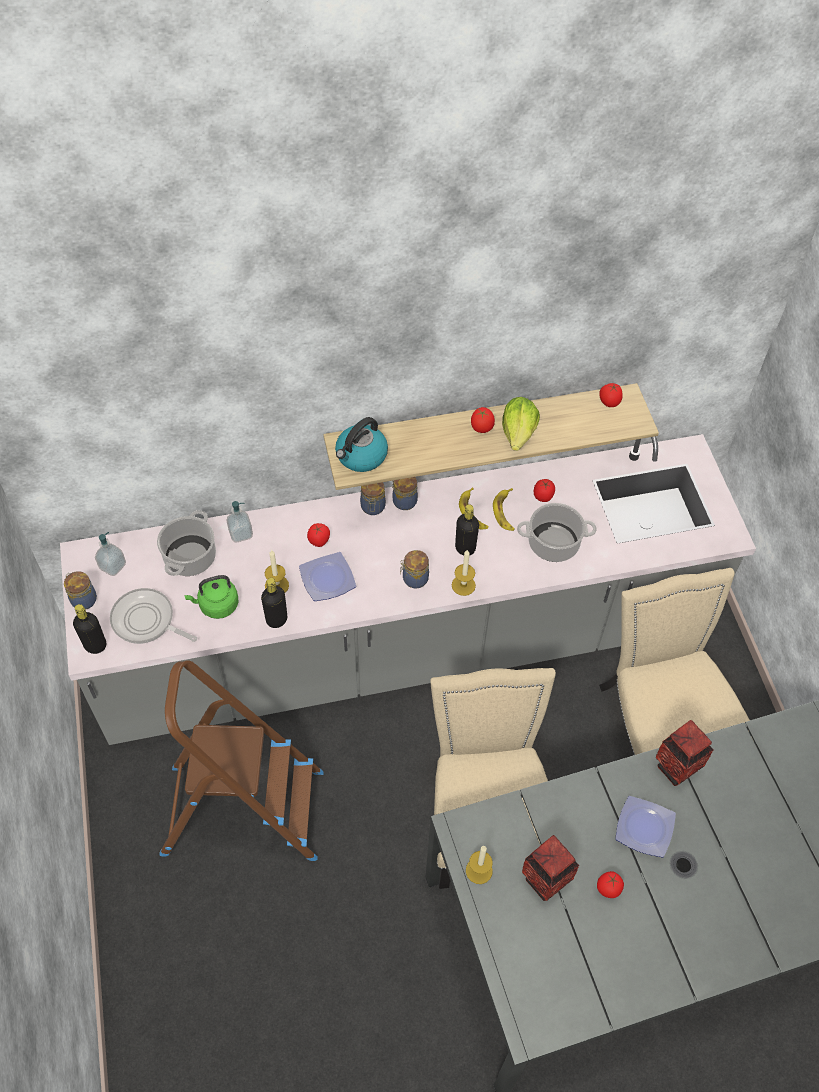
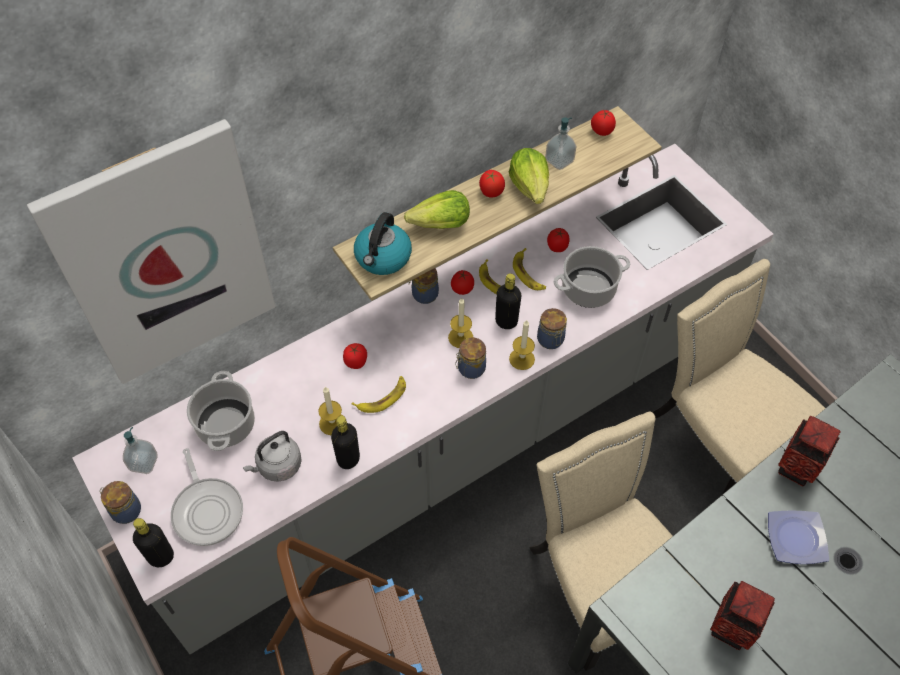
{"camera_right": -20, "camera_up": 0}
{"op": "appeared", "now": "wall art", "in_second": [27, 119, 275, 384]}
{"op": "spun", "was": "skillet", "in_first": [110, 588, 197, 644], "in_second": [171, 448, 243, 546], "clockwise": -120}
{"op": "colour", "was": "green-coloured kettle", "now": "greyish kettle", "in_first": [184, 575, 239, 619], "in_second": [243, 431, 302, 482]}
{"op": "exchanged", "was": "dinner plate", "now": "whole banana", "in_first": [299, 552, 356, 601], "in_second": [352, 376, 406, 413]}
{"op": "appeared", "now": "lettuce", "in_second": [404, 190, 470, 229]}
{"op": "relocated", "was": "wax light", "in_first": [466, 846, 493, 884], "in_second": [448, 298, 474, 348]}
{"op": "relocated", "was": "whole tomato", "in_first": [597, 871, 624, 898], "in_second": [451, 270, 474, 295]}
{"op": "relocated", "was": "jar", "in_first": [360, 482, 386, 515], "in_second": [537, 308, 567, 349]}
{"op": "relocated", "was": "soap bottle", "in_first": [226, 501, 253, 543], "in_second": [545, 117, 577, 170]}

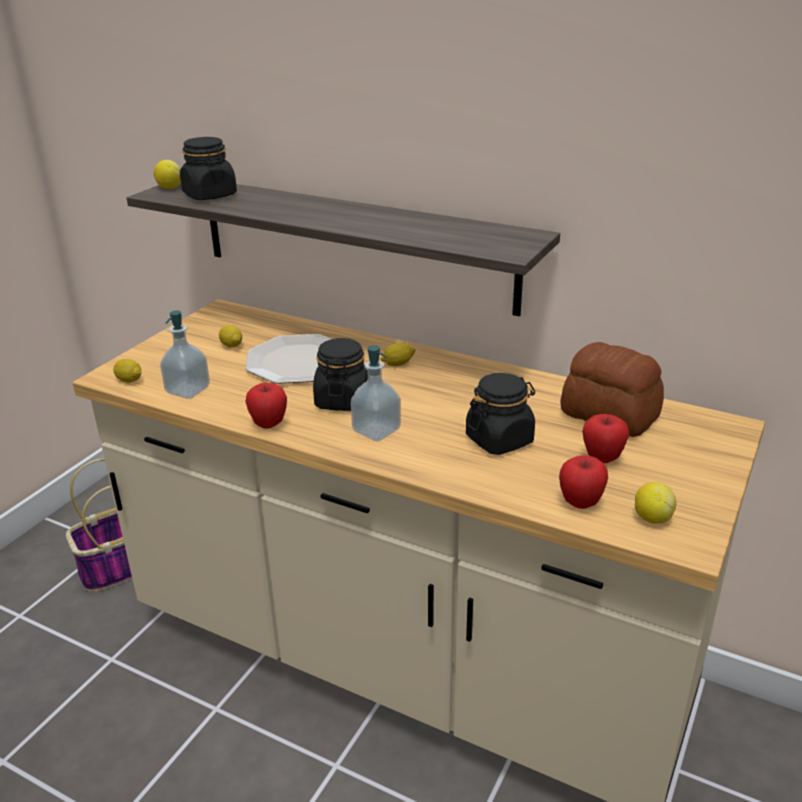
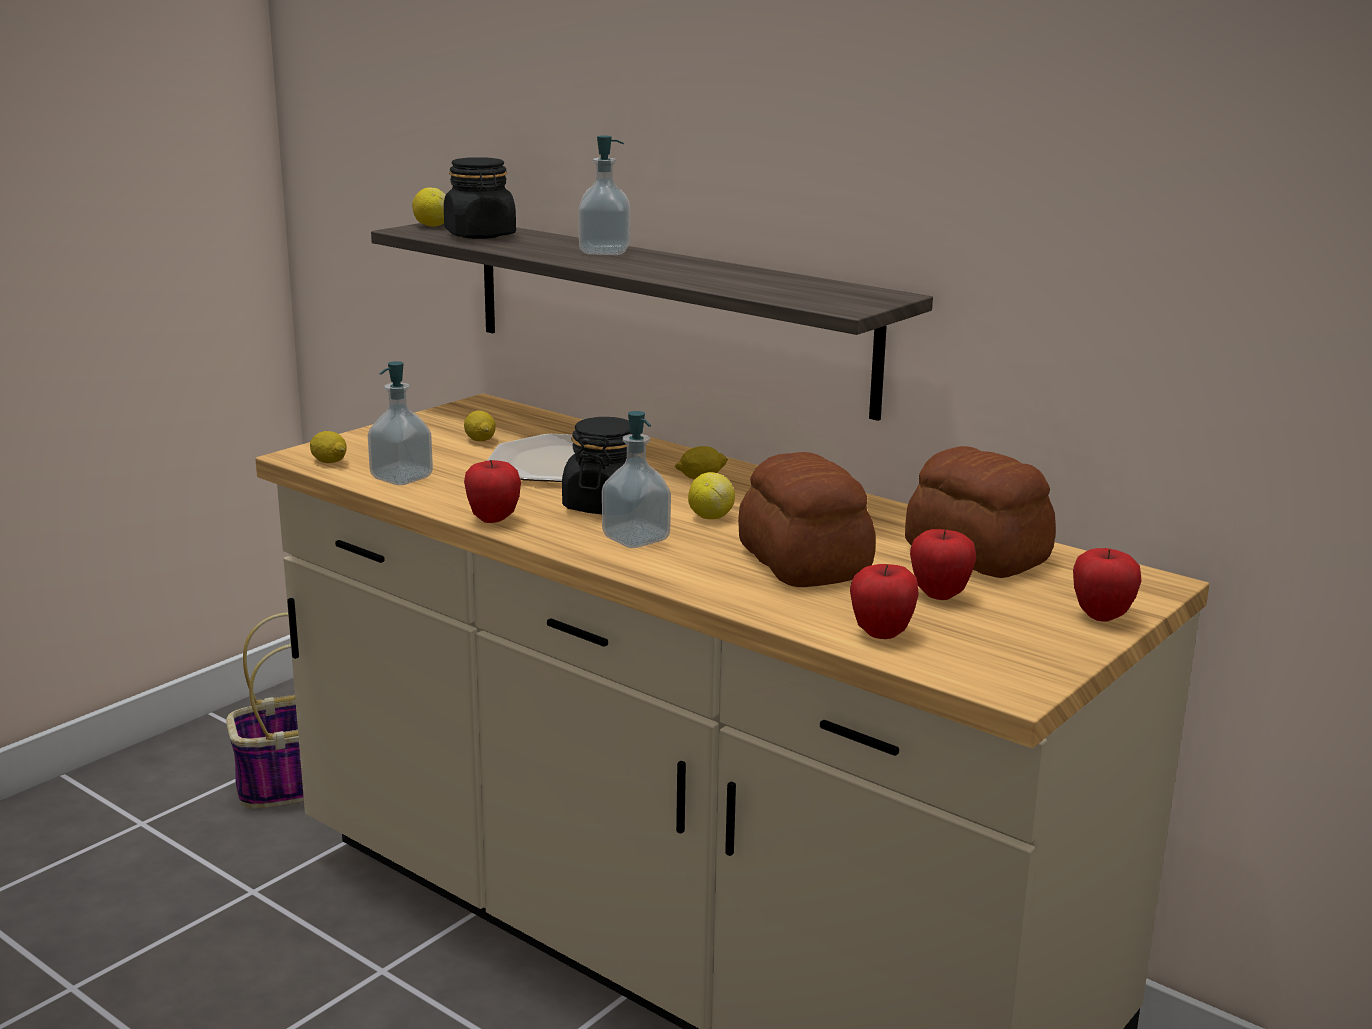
{"camera_right": 10, "camera_up": -10}
{"op": "appeared", "now": "soap bottle", "in_second": [579, 135, 630, 255]}
{"op": "relocated", "was": "whole lemon", "in_first": [635, 482, 677, 524], "in_second": [688, 472, 735, 519]}
{"op": "exchanged", "was": "black jar", "now": "baked bread", "in_first": [466, 373, 535, 455], "in_second": [738, 452, 876, 587]}
{"op": "appeared", "now": "apple", "in_second": [1073, 548, 1141, 622]}

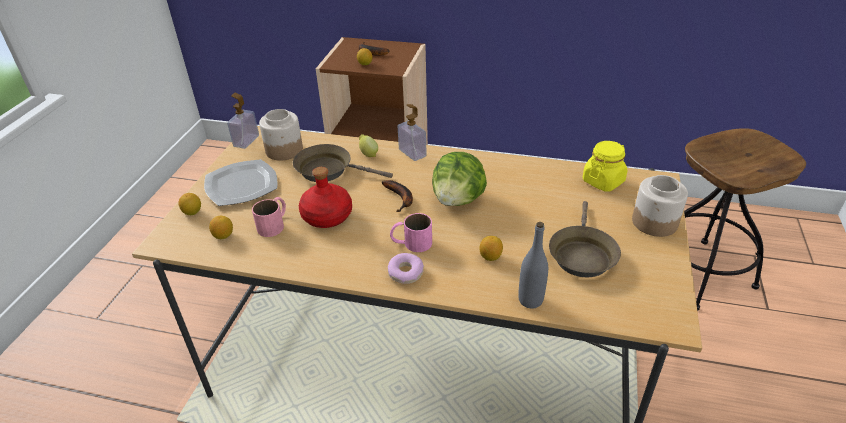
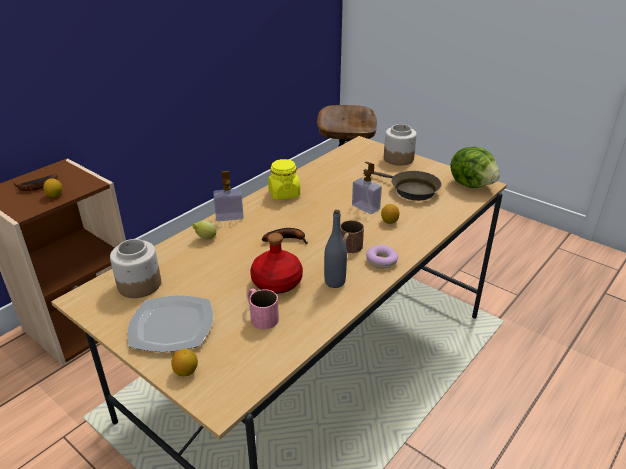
{"camera_right": -65, "camera_up": -5}
{"op": "relocated", "was": "yellowish jar", "in_first": [583, 141, 627, 192], "in_second": [268, 159, 300, 200]}
{"op": "relocated", "was": "greyish bottle", "in_first": [518, 222, 548, 309], "in_second": [324, 210, 347, 288]}
{"op": "colour", "was": "pinkish coffee mug", "now": "brownish coffee mug", "in_first": [390, 213, 432, 252], "in_second": [340, 220, 364, 253]}
{"op": "relocated", "was": "soap bottle", "in_first": [227, 93, 259, 149], "in_second": [352, 162, 382, 214]}
{"op": "relocated", "was": "lettuce", "in_first": [432, 152, 487, 206], "in_second": [450, 147, 500, 188]}
{"op": "missing", "was": "whole lemon", "in_first": [209, 216, 233, 239]}
{"op": "missing", "was": "brownish skillet", "in_first": [293, 144, 393, 182]}

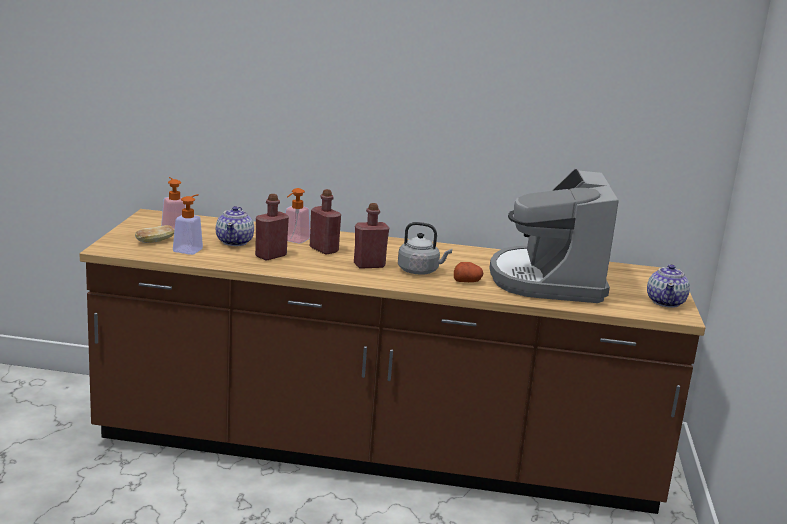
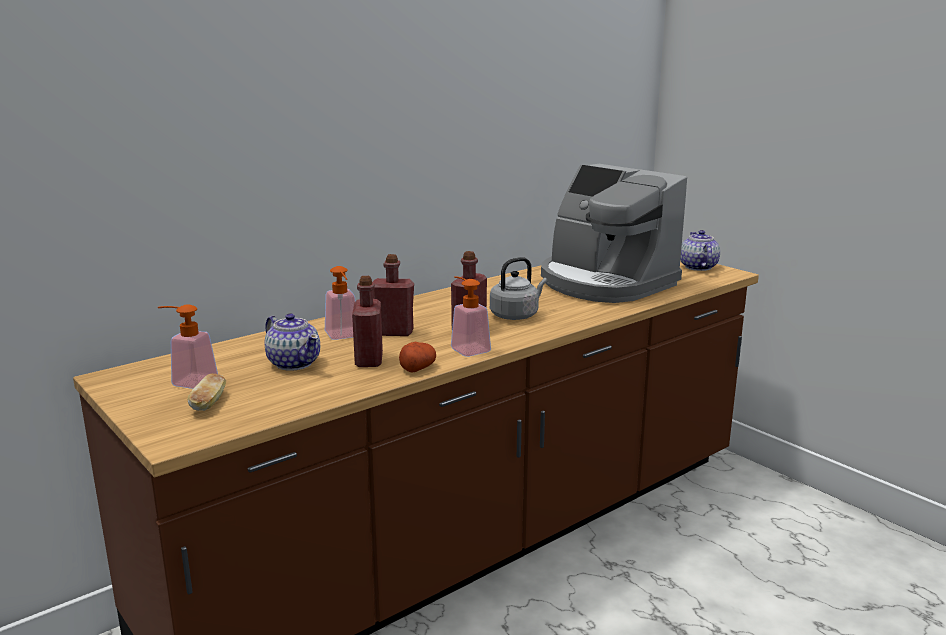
{"camera_right": -45, "camera_up": 0}
{"op": "relocated", "was": "spud", "in_first": [454, 262, 483, 282], "in_second": [399, 342, 436, 373]}
{"op": "relocated", "was": "soap bottle", "in_first": [173, 194, 203, 255], "in_second": [451, 276, 491, 357]}
{"op": "spun", "was": "teapot", "in_first": [647, 264, 690, 308], "in_second": [680, 230, 720, 271], "clockwise": -150}

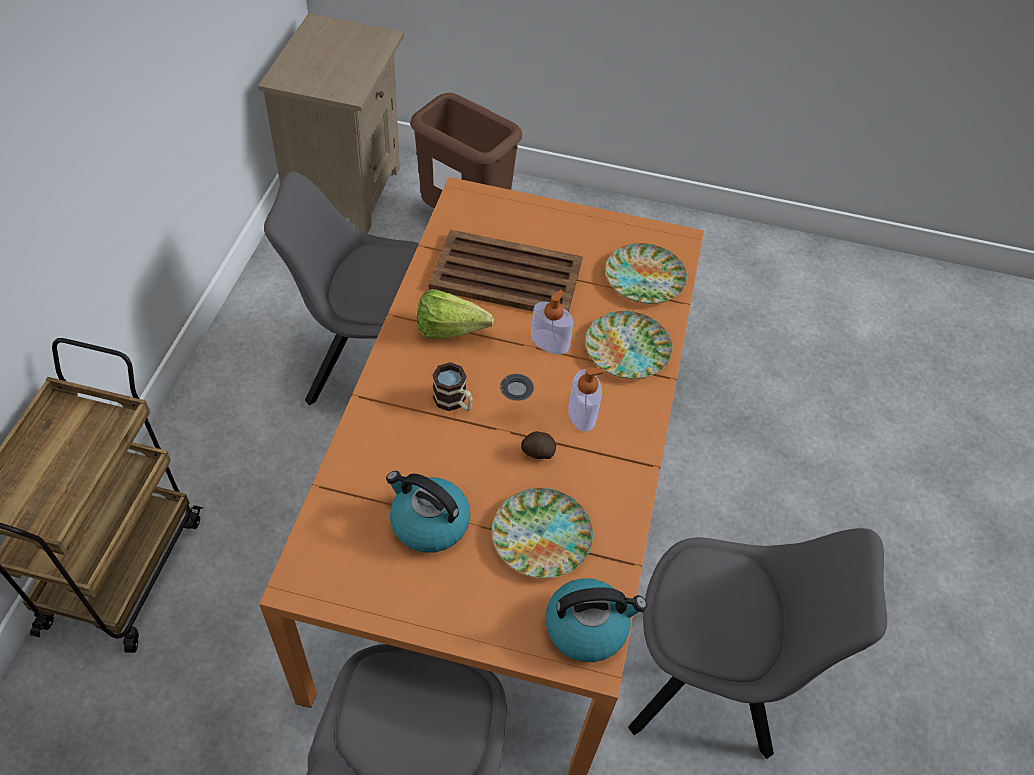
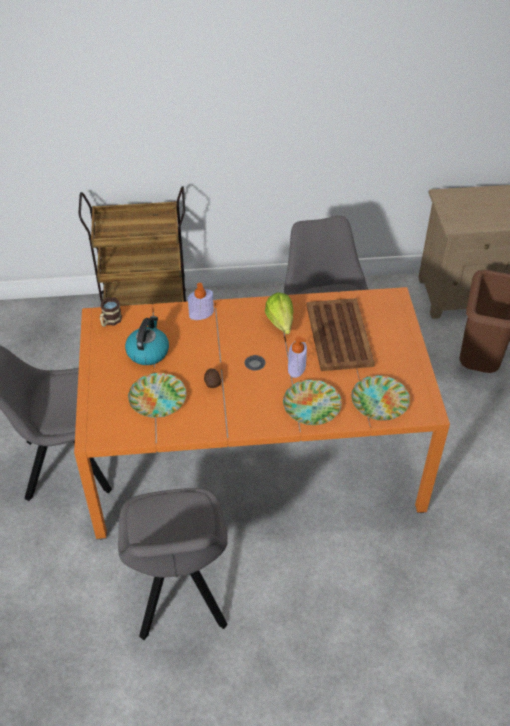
{"camera_right": 75, "camera_up": -5}
{"op": "relocated", "was": "coffee mug", "in_first": [433, 362, 473, 411], "in_second": [100, 297, 122, 327]}
{"op": "relocated", "was": "soap bottle", "in_first": [568, 367, 604, 432], "in_second": [188, 283, 214, 320]}
{"op": "missing", "was": "kettle", "in_first": [546, 578, 647, 662]}

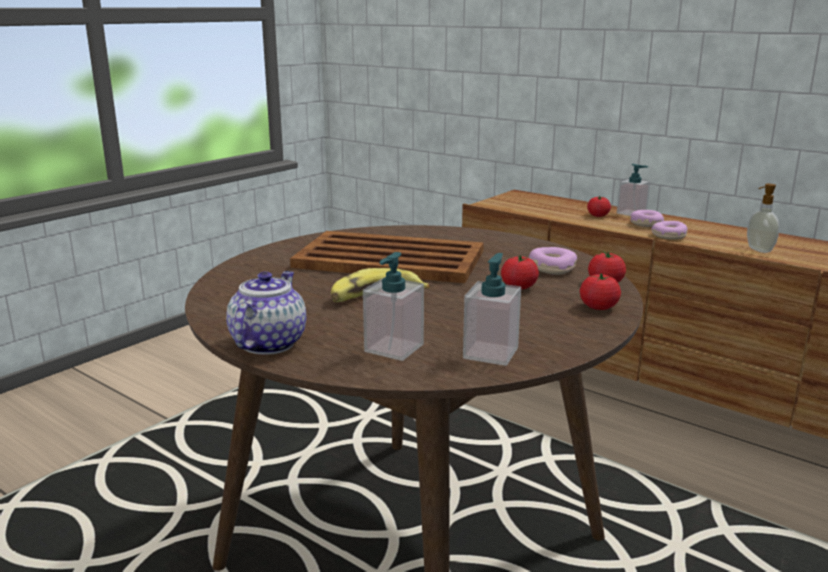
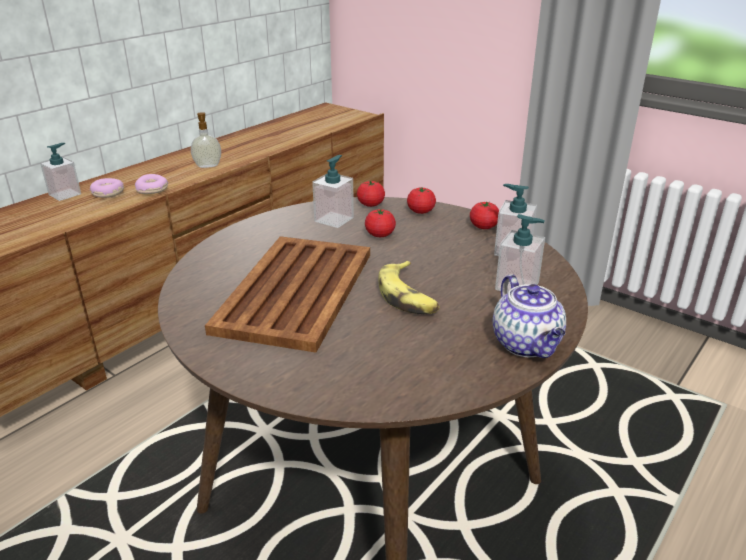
{"camera_right": -90, "camera_up": 10}
{"op": "exchanged", "was": "doughnut", "now": "soap bottle", "in_first": [529, 247, 577, 275], "in_second": [312, 155, 354, 228]}
{"op": "relocated", "was": "whole tomato", "in_first": [587, 196, 611, 217], "in_second": [470, 202, 499, 229]}
{"op": "spun", "was": "teapot", "in_first": [226, 271, 306, 355], "in_second": [493, 274, 566, 358], "clockwise": -120}

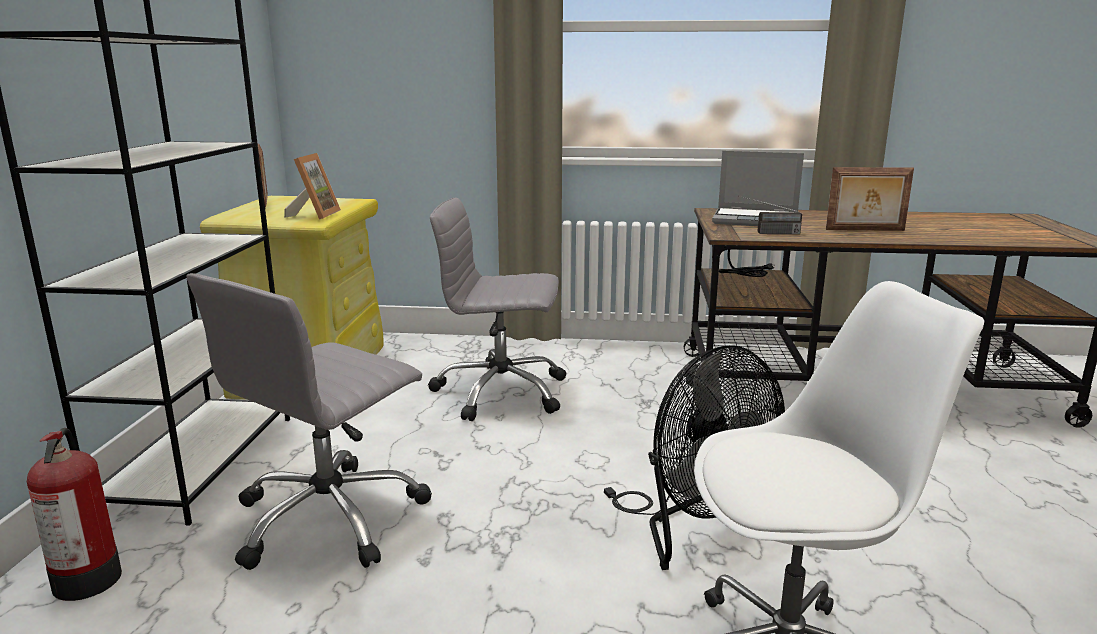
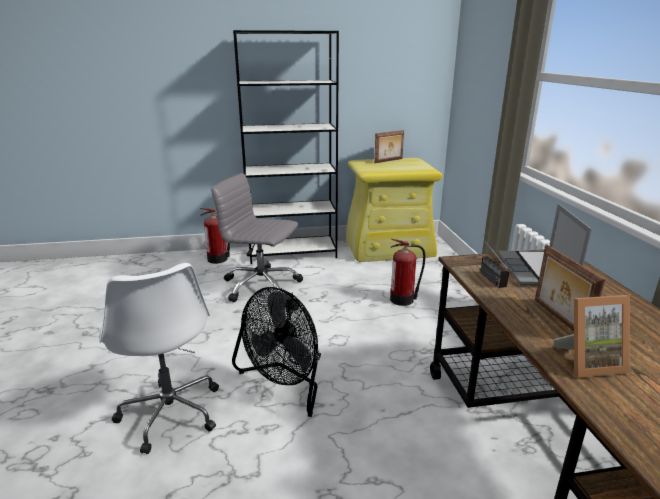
{"camera_right": 75, "camera_up": 5}
{"op": "exchanged", "was": "greyish office chair", "now": "fire-fighting cylinder", "in_first": [428, 198, 566, 421], "in_second": [390, 239, 425, 306]}
{"op": "relocated", "was": "picture frame", "in_first": [284, 153, 341, 220], "in_second": [553, 295, 630, 378]}

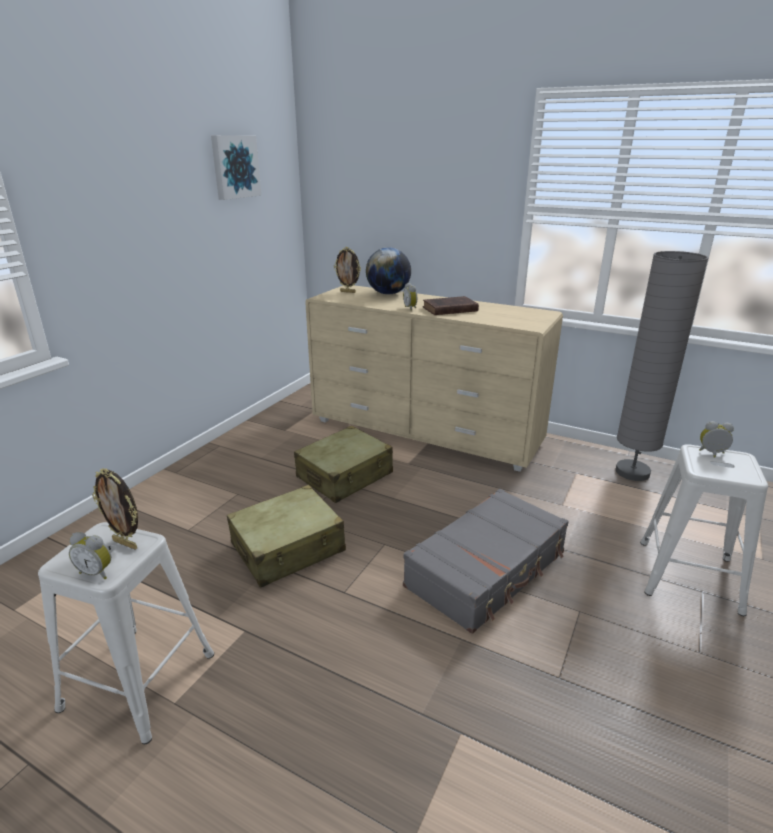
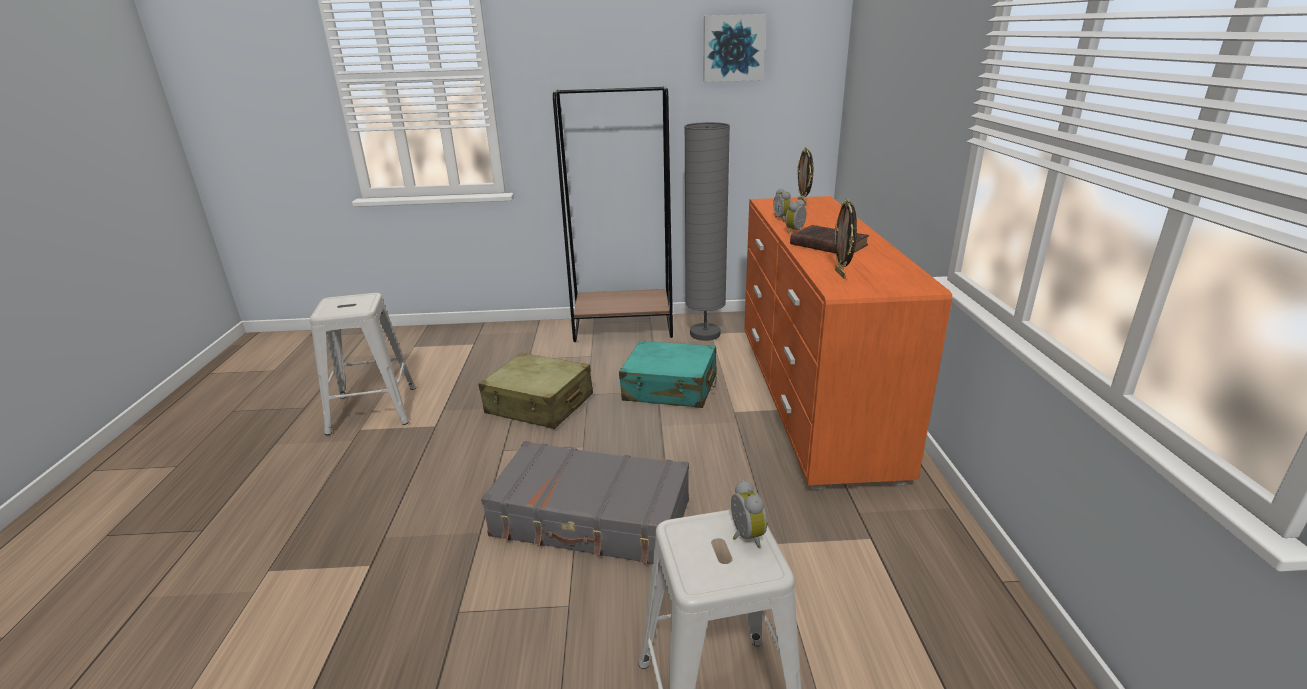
{"camera_right": 60, "camera_up": 0}
{"op": "appeared", "now": "clothes rack", "in_second": [553, 86, 673, 342]}
{"op": "colour", "was": "sand-coloured travel case", "now": "turquoise-coloured travel case", "in_first": [294, 426, 393, 503], "in_second": [619, 341, 717, 408]}
{"op": "relocated", "was": "greyish floor lamp", "in_first": [616, 251, 708, 481], "in_second": [684, 122, 730, 341]}
{"op": "colour", "was": "sand-coloured drawer chest", "now": "orangey drawer chest", "in_first": [305, 285, 563, 472], "in_second": [744, 196, 952, 490]}
{"op": "relocated", "was": "table clock", "in_first": [69, 532, 111, 579], "in_second": [773, 189, 792, 222]}
{"op": "relocated", "was": "picture frame", "in_first": [92, 468, 138, 550], "in_second": [835, 199, 857, 279]}
{"op": "missing", "was": "desk globe", "in_first": [366, 247, 411, 294]}

